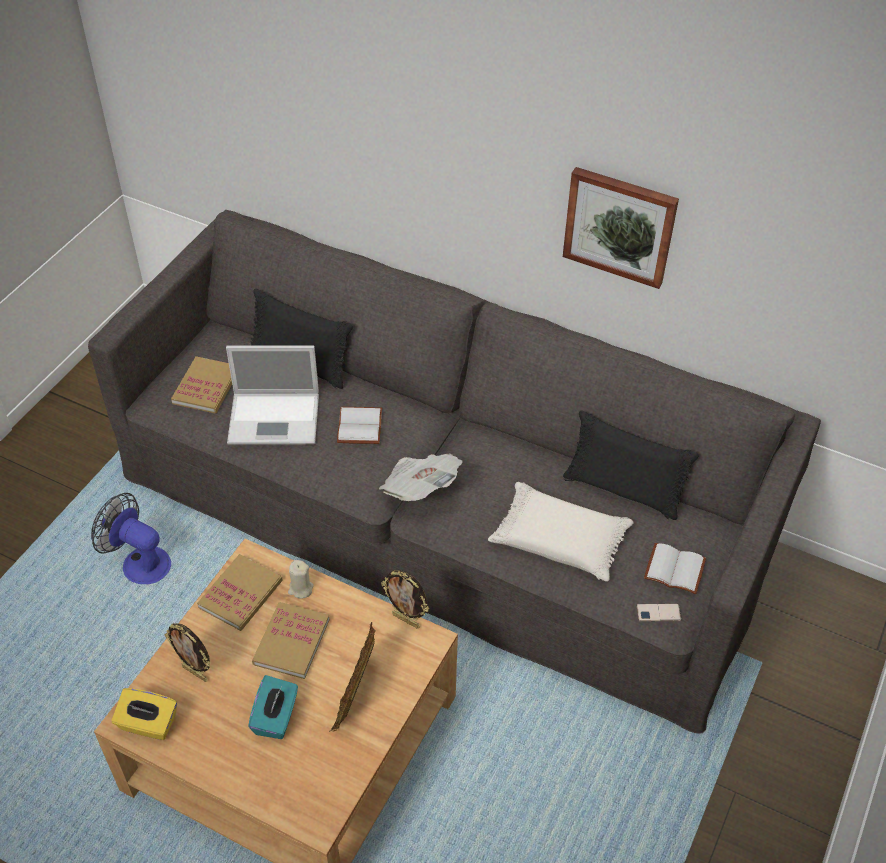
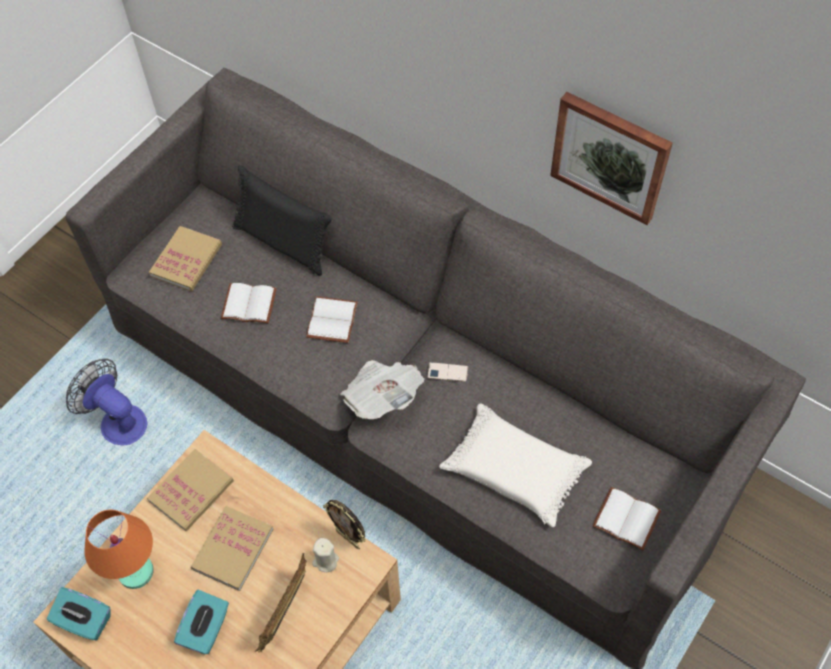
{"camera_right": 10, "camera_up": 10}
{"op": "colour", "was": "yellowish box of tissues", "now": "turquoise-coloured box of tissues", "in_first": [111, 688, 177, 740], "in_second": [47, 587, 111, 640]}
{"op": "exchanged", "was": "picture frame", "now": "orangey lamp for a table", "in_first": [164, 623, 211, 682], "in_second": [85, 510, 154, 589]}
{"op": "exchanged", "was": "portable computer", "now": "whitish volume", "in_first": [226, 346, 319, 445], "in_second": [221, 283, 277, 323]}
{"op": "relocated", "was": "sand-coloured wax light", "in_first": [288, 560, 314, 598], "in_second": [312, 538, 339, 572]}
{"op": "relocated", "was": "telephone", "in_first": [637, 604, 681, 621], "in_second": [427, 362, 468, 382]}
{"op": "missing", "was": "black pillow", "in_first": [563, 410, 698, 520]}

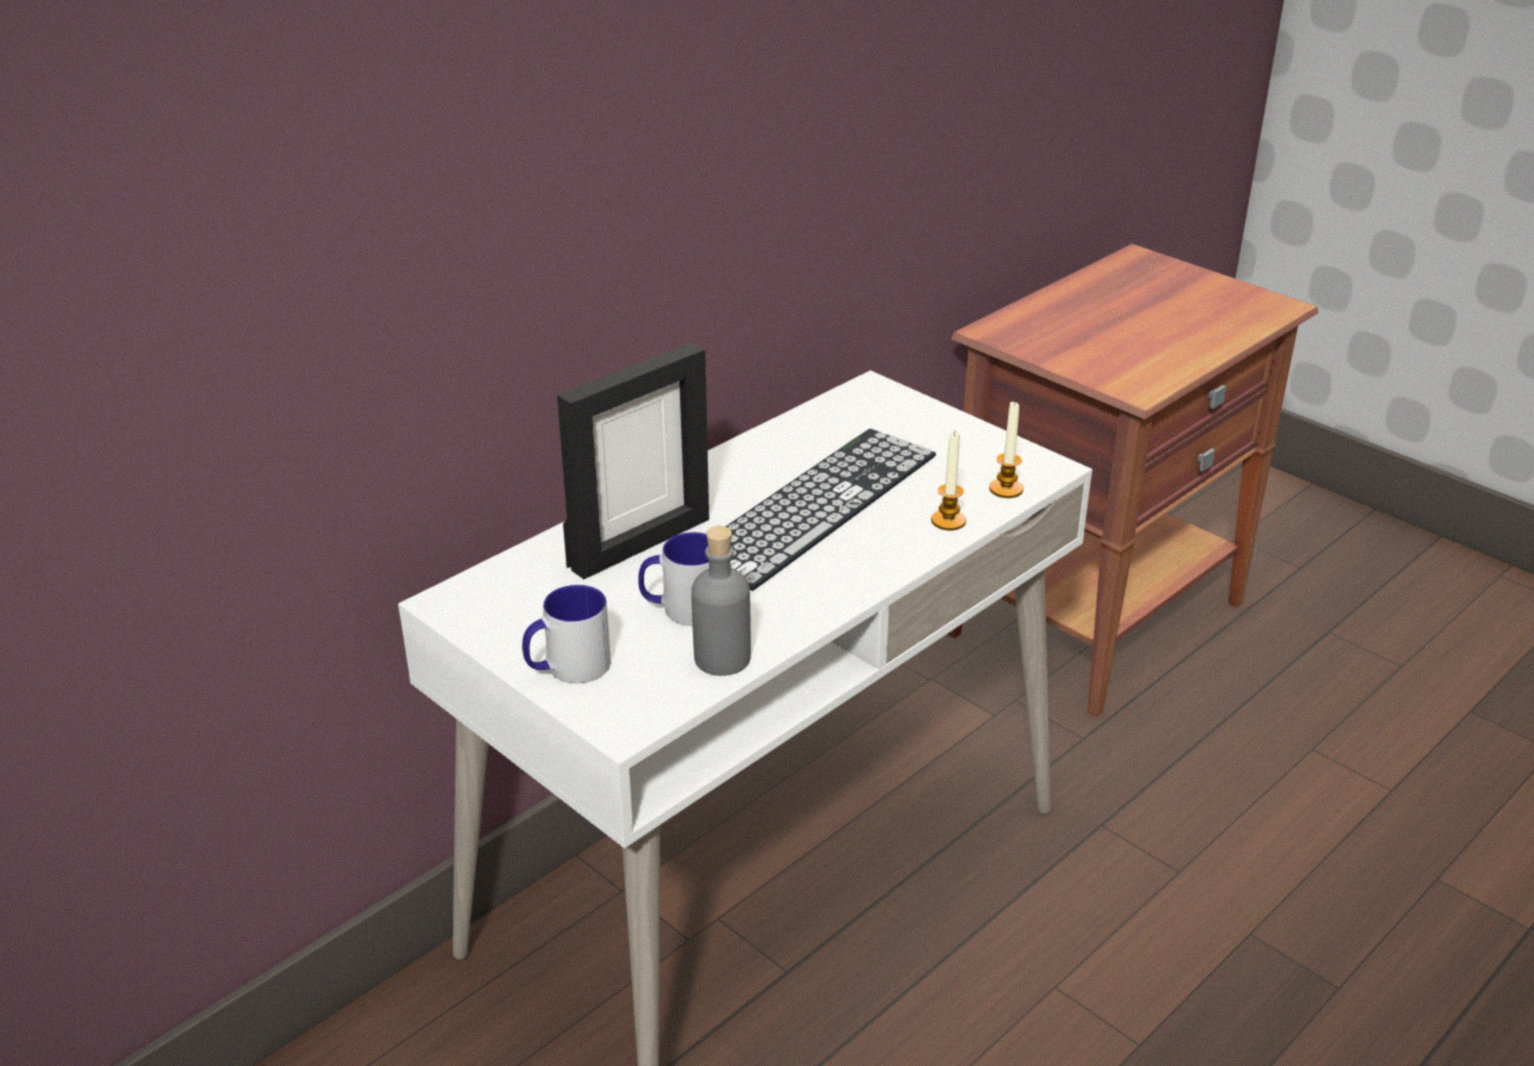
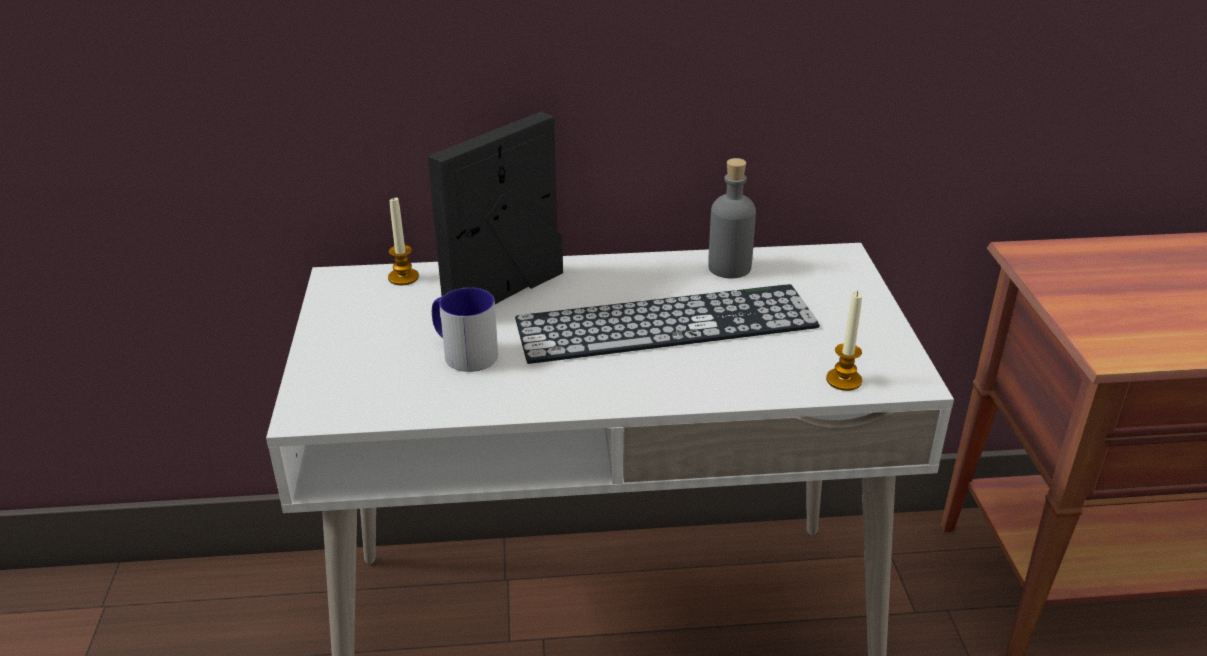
{"camera_right": 40, "camera_up": 0}
{"op": "relocated", "was": "wax light", "in_first": [931, 432, 966, 530], "in_second": [388, 196, 419, 285]}
{"op": "spun", "was": "picture frame", "in_first": [557, 342, 709, 579], "in_second": [428, 112, 563, 304], "clockwise": 135}
{"op": "relocated", "was": "greyish bottle", "in_first": [691, 526, 751, 676], "in_second": [708, 158, 756, 279]}
{"op": "missing", "was": "coffee mug", "in_first": [522, 585, 611, 683]}

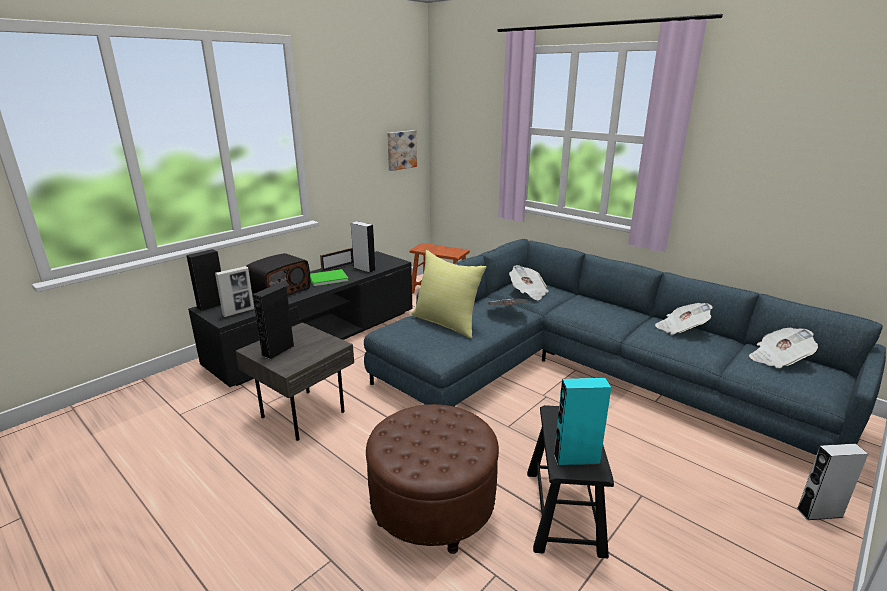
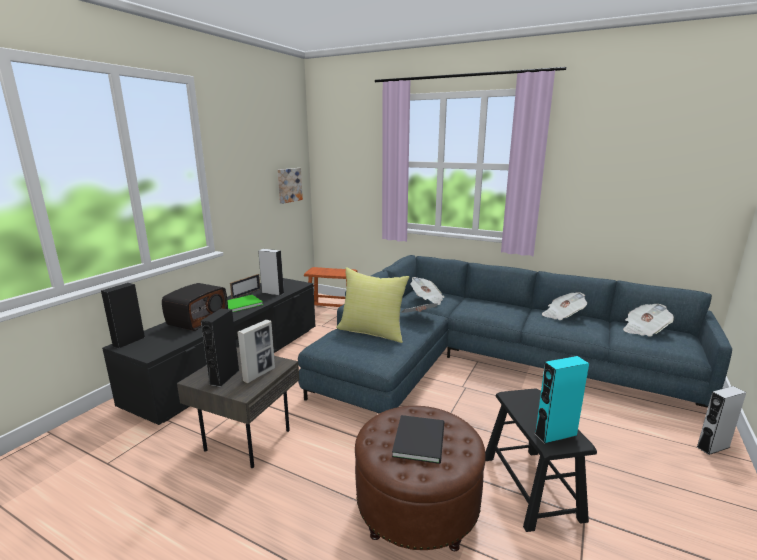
{"camera_right": -15, "camera_up": -5}
{"op": "relocated", "was": "picture frame", "in_first": [215, 266, 254, 317], "in_second": [237, 320, 275, 383]}
{"op": "appeared", "now": "black volume", "in_second": [392, 415, 444, 464]}

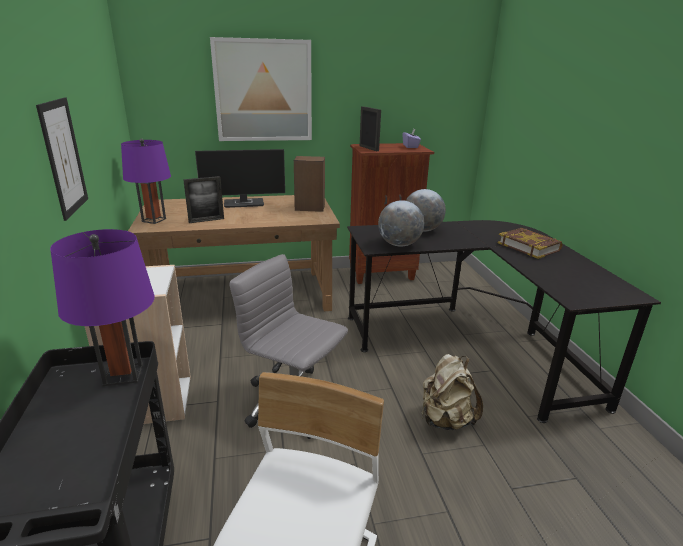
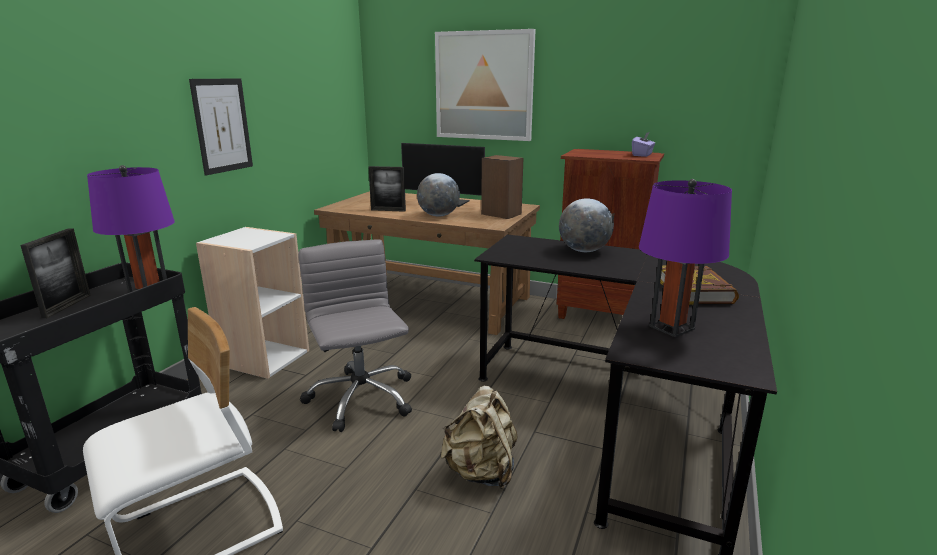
{"camera_right": 35, "camera_up": -5}
{"op": "relocated", "was": "picture frame", "in_first": [360, 106, 381, 151], "in_second": [20, 228, 91, 318]}
{"op": "relocated", "was": "desk globe", "in_first": [378, 200, 424, 247], "in_second": [417, 173, 460, 217]}
{"op": "relocated", "was": "purplish lamp for a table", "in_first": [121, 139, 171, 224], "in_second": [639, 179, 732, 337]}

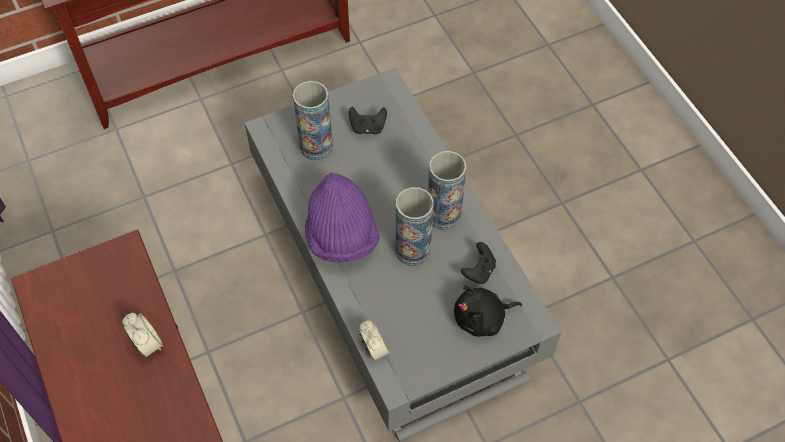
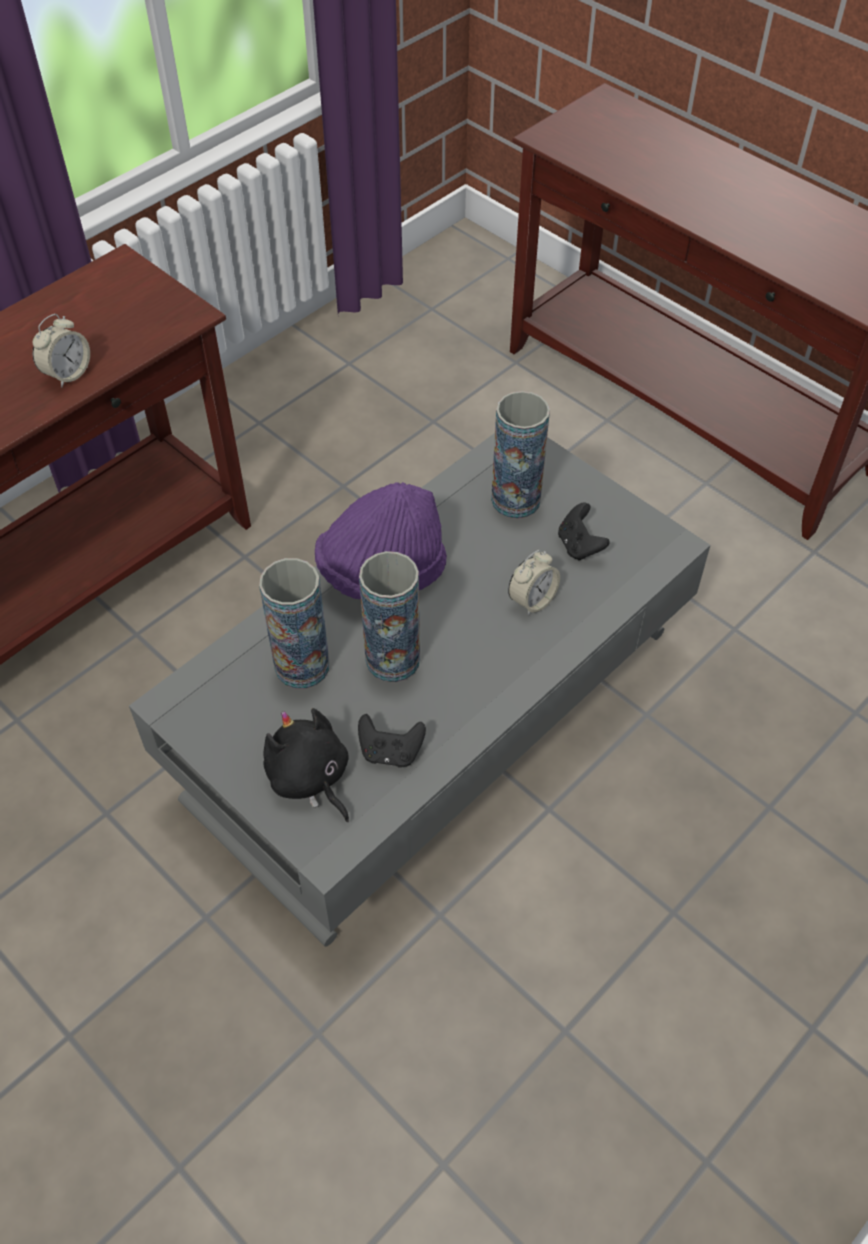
{"camera_right": 70, "camera_up": -5}
{"op": "relocated", "was": "decorative vase", "in_first": [428, 151, 466, 230], "in_second": [259, 558, 329, 689]}
{"op": "relocated", "was": "table clock", "in_first": [358, 320, 390, 361], "in_second": [508, 550, 560, 616]}

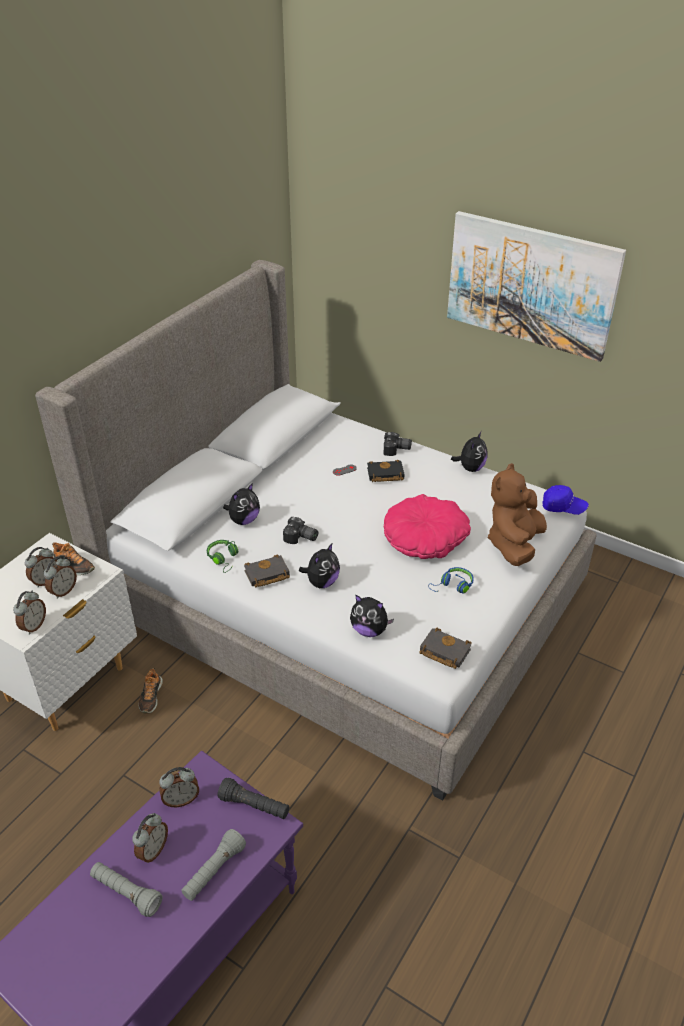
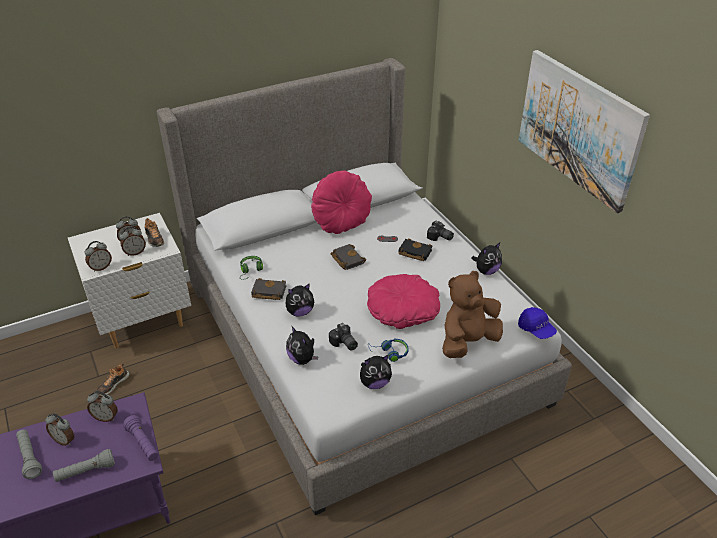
{"camera_right": 30, "camera_up": 0}
{"op": "spun", "was": "table clock", "in_first": [132, 813, 168, 863], "in_second": [45, 413, 74, 446], "clockwise": 60}
{"op": "relocated", "was": "low shoe", "in_first": [138, 668, 163, 714], "in_second": [97, 364, 130, 396]}
{"op": "colour", "was": "black torch", "now": "purplish torch", "in_first": [218, 778, 289, 819], "in_second": [123, 415, 159, 461]}
{"op": "appeared", "now": "pinkish pillow", "in_second": [311, 171, 372, 234]}
{"op": "relocated", "was": "photo camera", "in_first": [283, 517, 318, 544], "in_second": [329, 323, 358, 351]}
{"op": "relocated", "was": "black volume", "in_first": [419, 628, 472, 669], "in_second": [330, 244, 366, 270]}
{"op": "relocated", "was": "cuddly toy", "in_first": [223, 483, 260, 525], "in_second": [360, 355, 392, 389]}

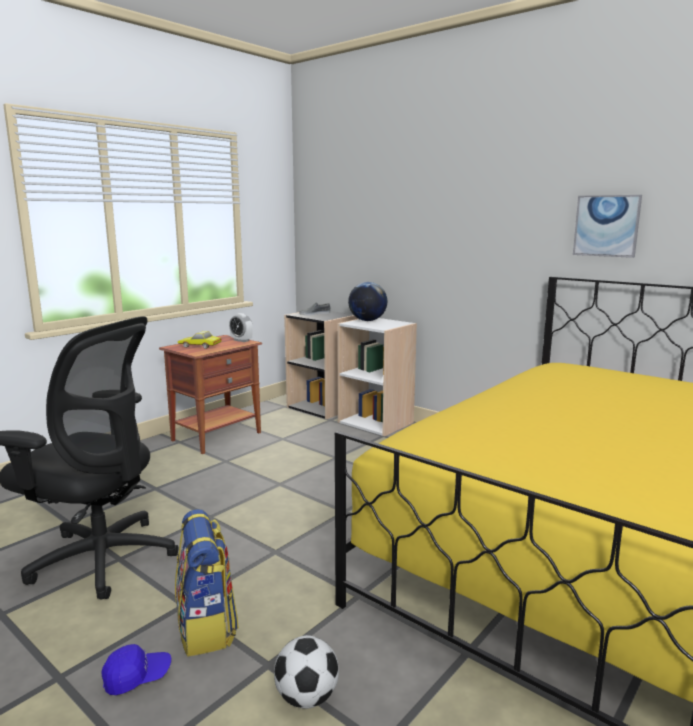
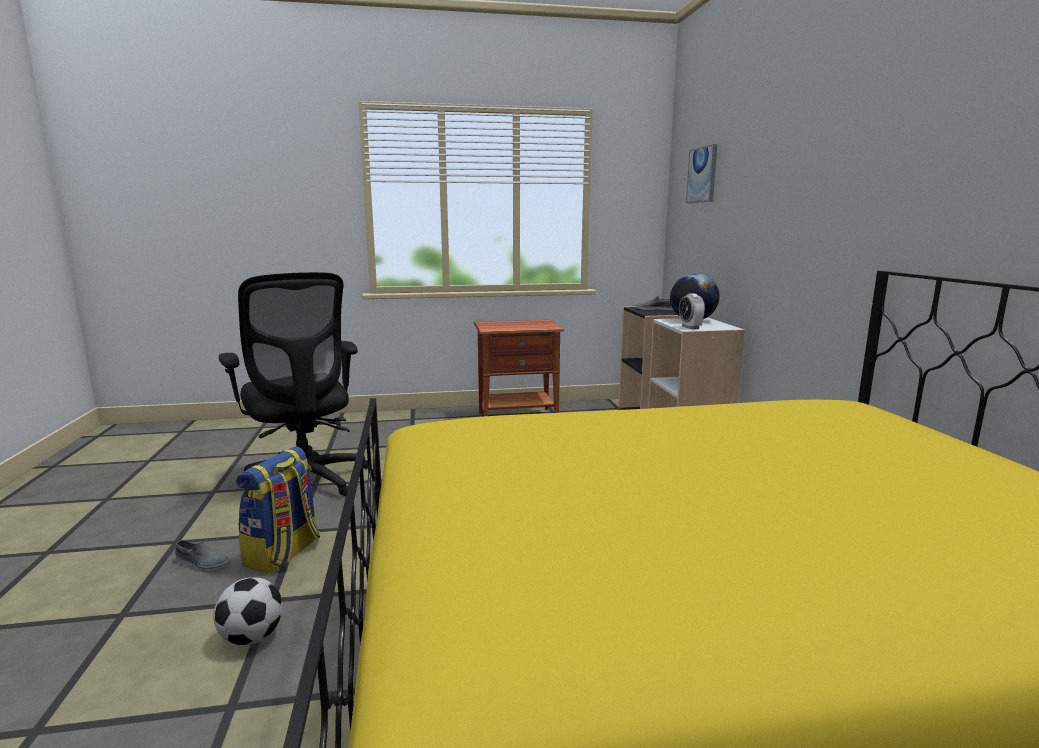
{"camera_right": 40, "camera_up": 0}
{"op": "exchanged", "was": "bluish cap", "now": "greyish low shoe", "in_first": [102, 644, 171, 695], "in_second": [175, 540, 231, 573]}
{"op": "relocated", "was": "table clock", "in_first": [229, 313, 253, 342], "in_second": [679, 293, 705, 329]}
{"op": "relocated", "was": "wall art", "in_first": [573, 195, 642, 258], "in_second": [686, 144, 717, 203]}
{"op": "missing", "was": "model car", "in_first": [178, 331, 222, 349]}

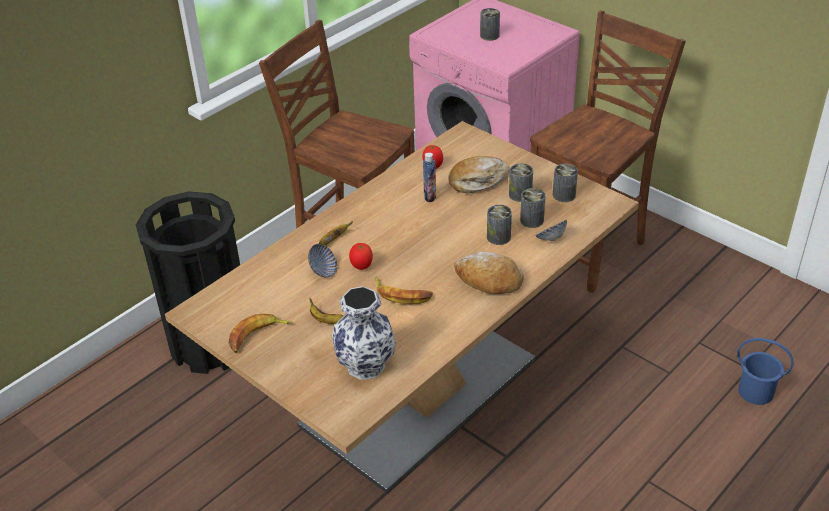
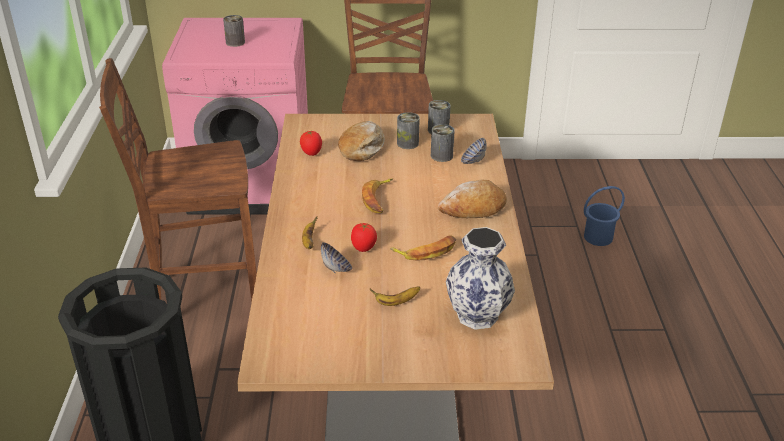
{"camera_right": -45, "camera_up": -5}
{"op": "relocated", "was": "whole banana", "in_first": [228, 314, 293, 353], "in_second": [362, 178, 393, 213]}
{"op": "missing", "was": "bottle", "in_first": [423, 152, 436, 202]}
{"op": "missing", "was": "sealed can", "in_first": [487, 205, 512, 245]}

